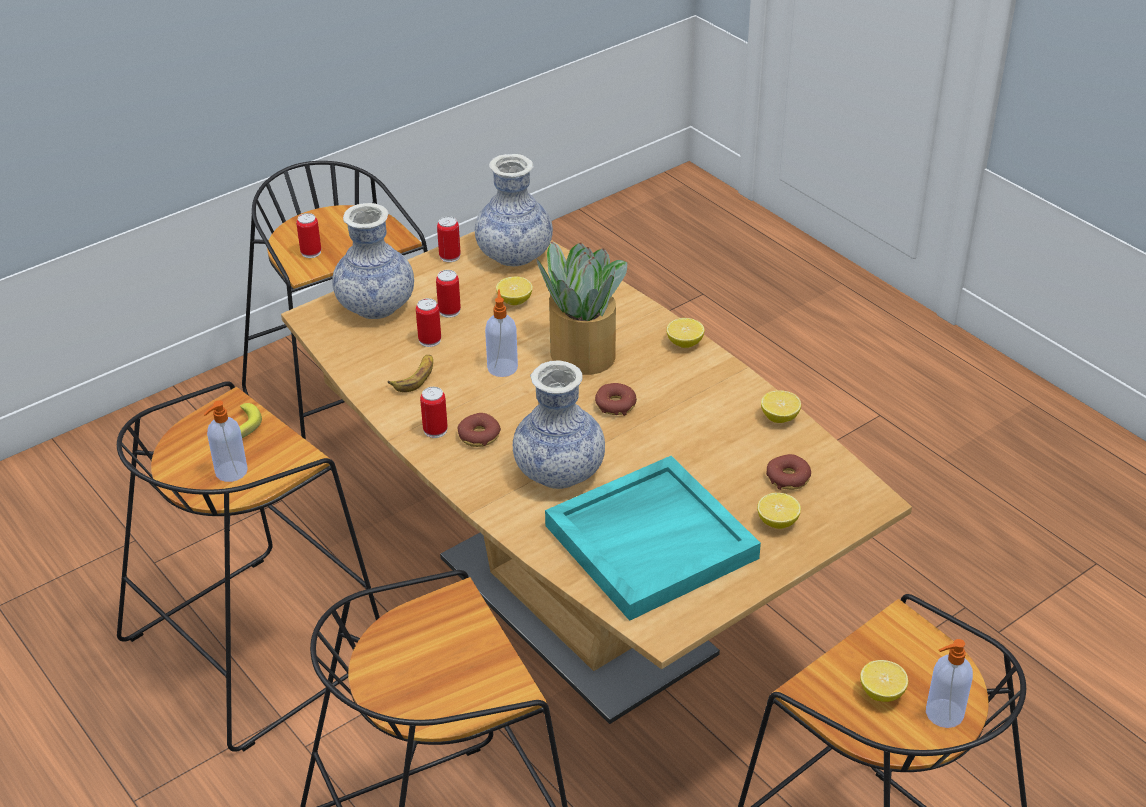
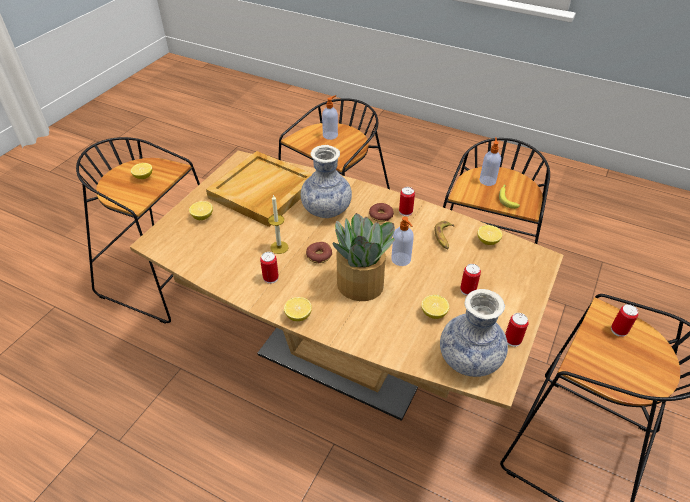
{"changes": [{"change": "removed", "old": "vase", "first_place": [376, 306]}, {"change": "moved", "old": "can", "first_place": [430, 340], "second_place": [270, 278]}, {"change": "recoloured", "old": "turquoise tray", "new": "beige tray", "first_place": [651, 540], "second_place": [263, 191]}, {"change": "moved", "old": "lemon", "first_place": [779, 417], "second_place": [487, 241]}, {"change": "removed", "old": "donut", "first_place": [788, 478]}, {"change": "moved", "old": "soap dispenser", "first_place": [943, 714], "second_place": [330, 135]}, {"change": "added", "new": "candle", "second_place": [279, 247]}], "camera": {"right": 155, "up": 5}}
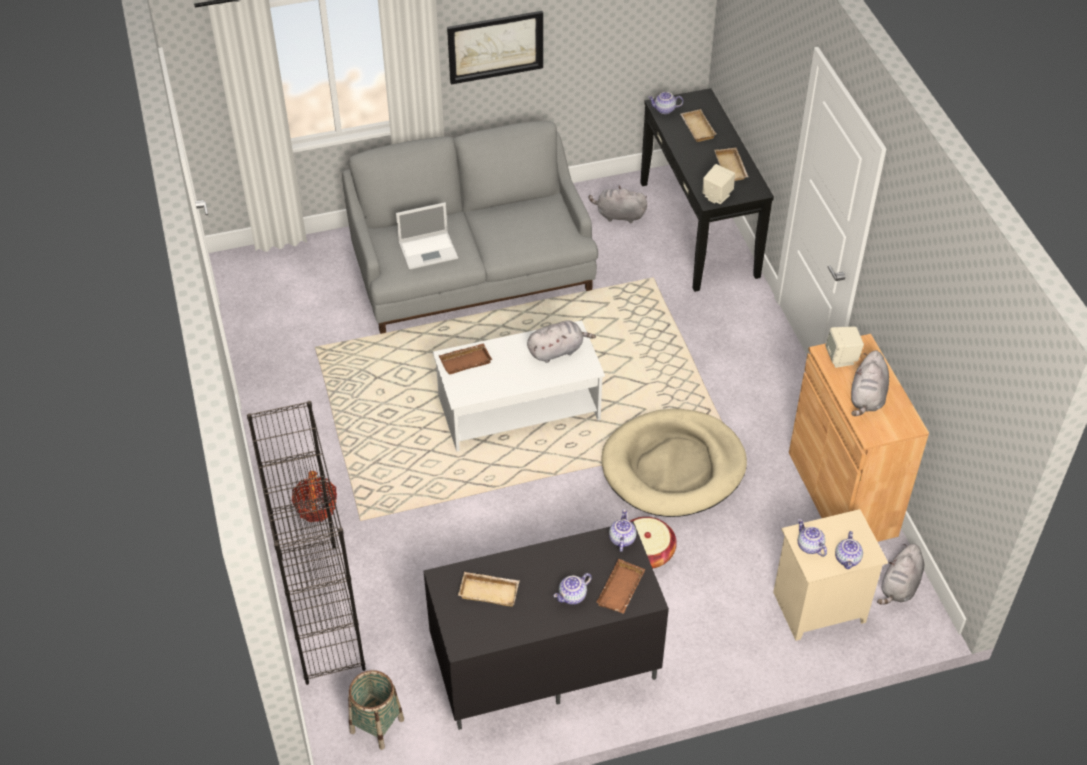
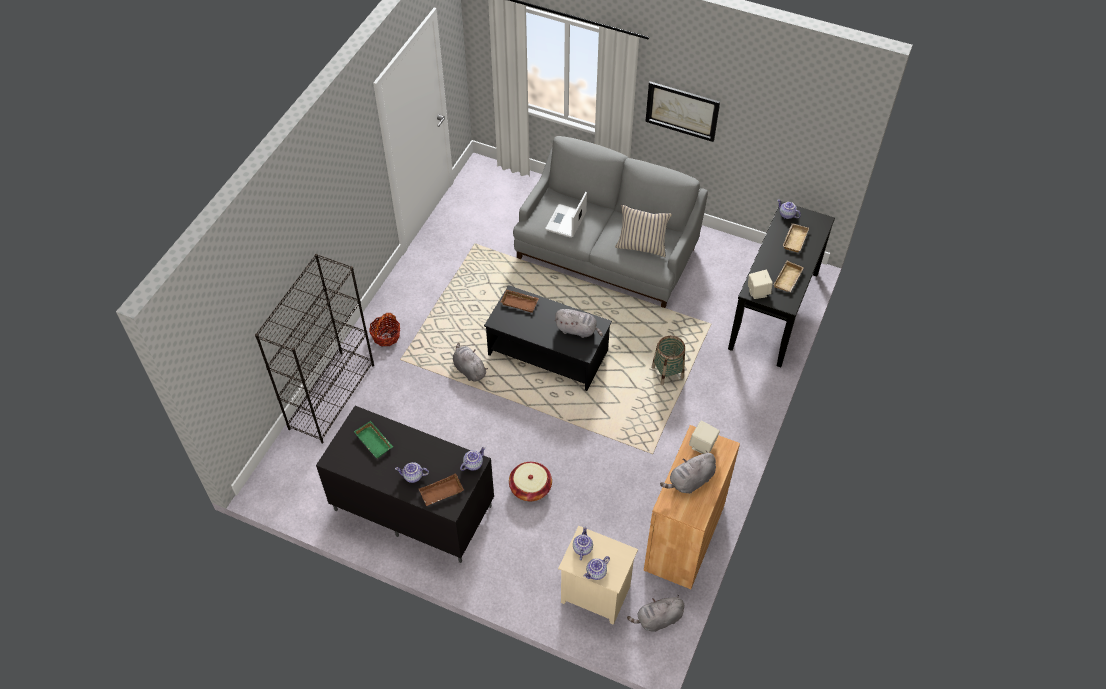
{"changes": [{"change": "moved", "old": "basket", "first_place": [377, 725], "second_place": [667, 372]}, {"change": "turned", "old": "laptop", "first_place": [429, 250], "second_place": [565, 222], "degrees": 90}, {"change": "recoloured", "old": "white coffee table", "new": "black coffee table", "first_place": [520, 408], "second_place": [548, 353]}, {"change": "recoloured", "old": "beige tray", "new": "green tray", "first_place": [490, 591], "second_place": [375, 441]}, {"change": "moved", "old": "grey plush toy", "first_place": [618, 215], "second_place": [469, 369]}, {"change": "removed", "old": "beige dog bed", "first_place": [673, 467]}, {"change": "added", "new": "beige pillow", "second_place": [641, 246]}], "camera": {"right": 40, "up": 5}}
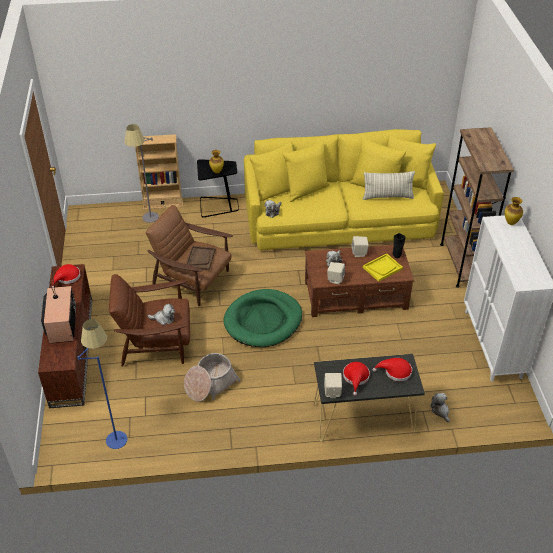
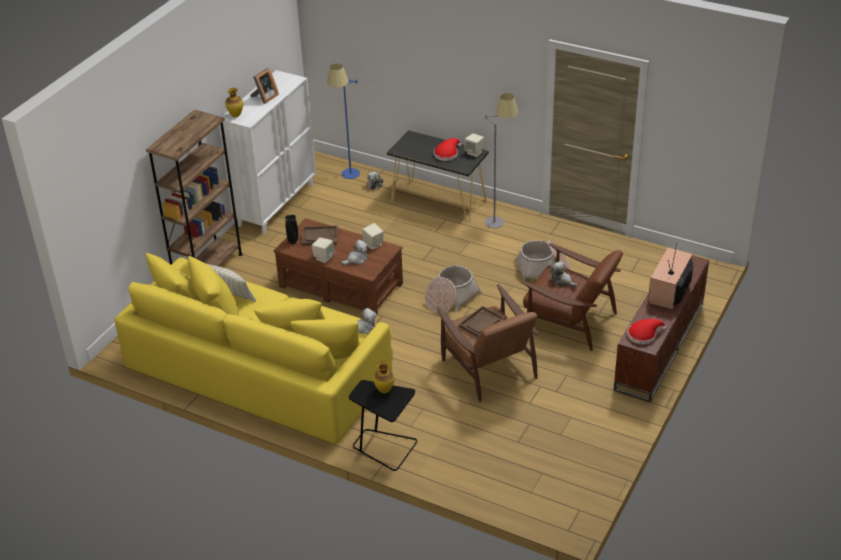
{"changes": [{"change": "moved", "old": "blue floor lamp", "first_place": [114, 432], "second_place": [348, 178]}, {"change": "moved", "old": "grey floor lamp", "first_place": [149, 222], "second_place": [499, 218]}, {"change": "removed", "old": "beige bookcase", "first_place": [163, 204]}, {"change": "replaced", "old": "green dog bed", "new": "basket", "first_place": [263, 321], "second_place": [451, 298]}, {"change": "recoloured", "old": "yellow tray", "new": "brown tray", "first_place": [382, 268], "second_place": [319, 237]}, {"change": "removed", "old": "red hat", "first_place": [395, 372]}, {"change": "added", "new": "picture frame", "second_place": [265, 97]}], "camera": {"right": -145, "up": -5}}
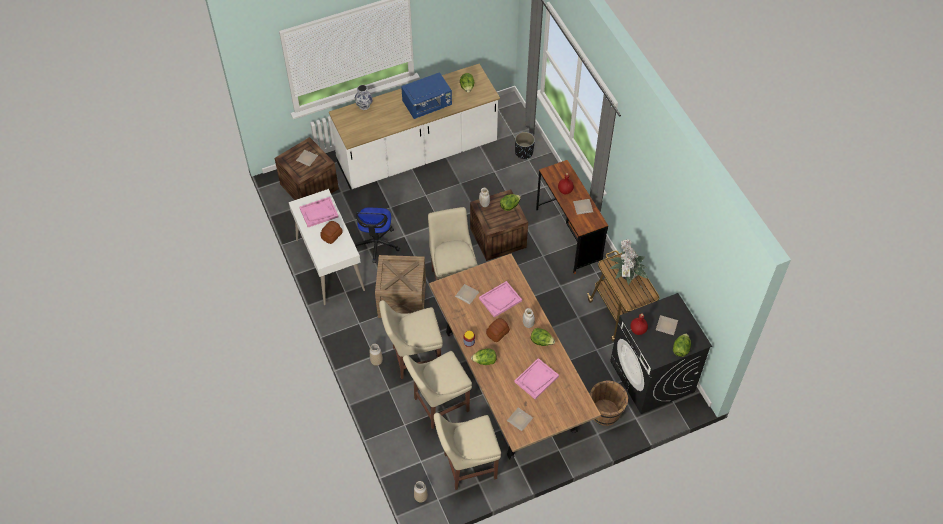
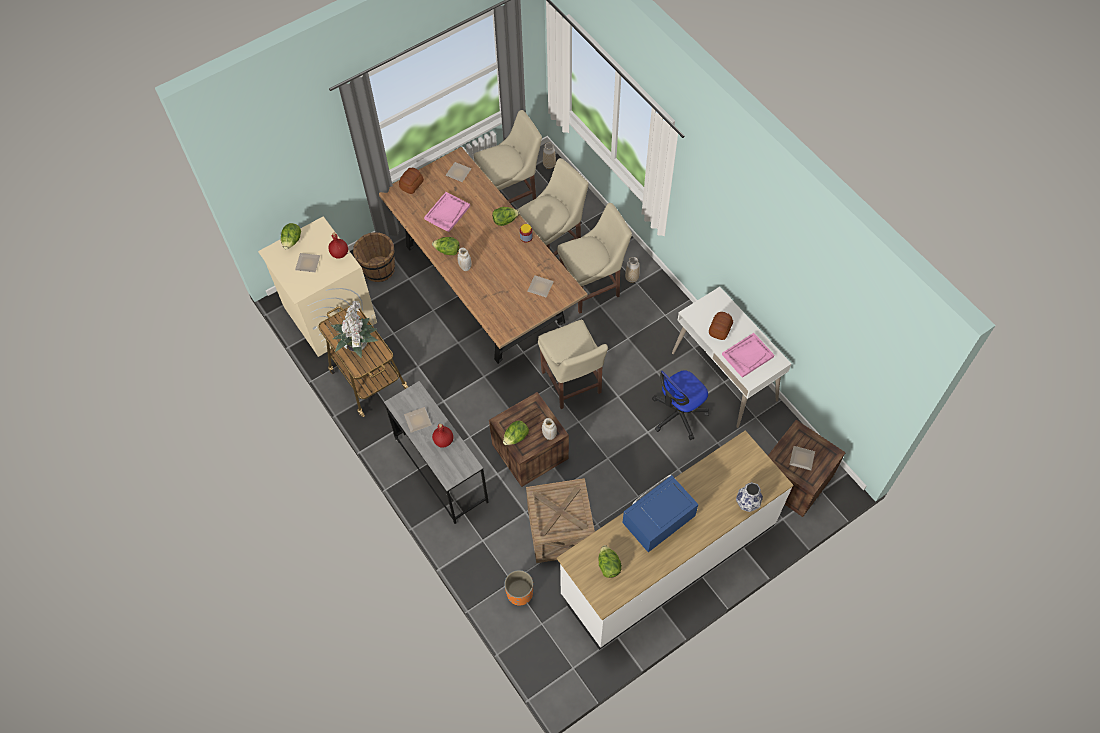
{"changes": [{"change": "turned", "old": "office chair", "first_place": [376, 244], "second_place": [678, 414], "degrees": -120}, {"change": "moved", "old": "crate", "first_place": [402, 299], "second_place": [560, 531]}, {"change": "removed", "old": "pink tray", "first_place": [500, 299]}, {"change": "moved", "old": "bread", "first_place": [497, 333], "second_place": [412, 185]}, {"change": "recoloured", "old": "black planter", "new": "orange planter", "first_place": [524, 152], "second_place": [519, 593]}, {"change": "recoloured", "old": "brown desk", "new": "grey desk", "first_place": [568, 236], "second_place": [441, 470]}, {"change": "recoloured", "old": "black washing machine", "new": "beige washing machine", "first_place": [652, 377], "second_place": [329, 314]}], "camera": {"right": 170, "up": 5}}
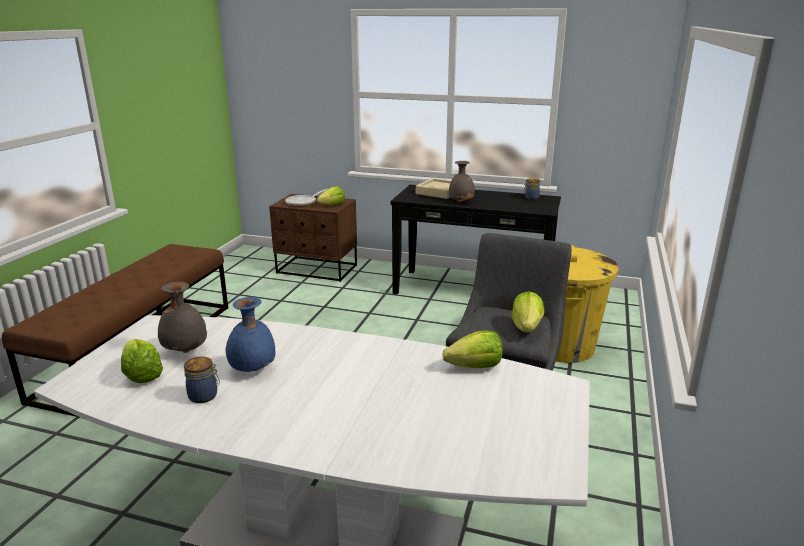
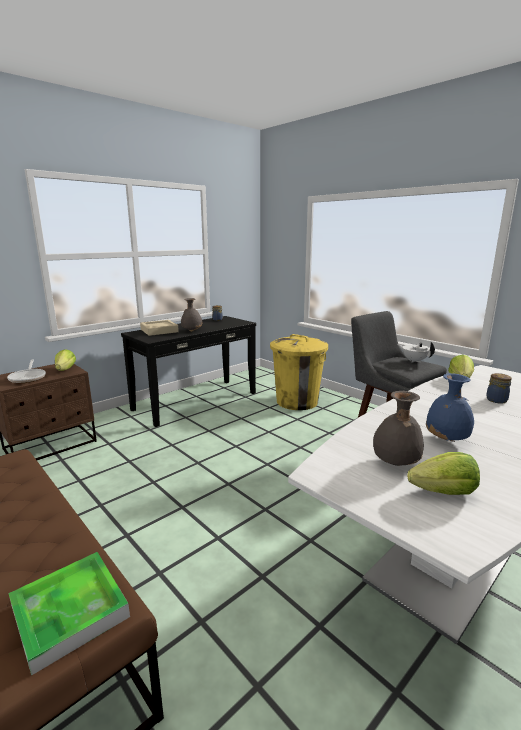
{"changes": [{"change": "moved", "old": "jar", "first_place": [204, 396], "second_place": [496, 400]}, {"change": "replaced", "old": "lettuce", "new": "white teapot", "first_place": [526, 328], "second_place": [414, 361]}, {"change": "added", "new": "tray", "second_place": [70, 611]}], "camera": {"right": -60, "up": -5}}
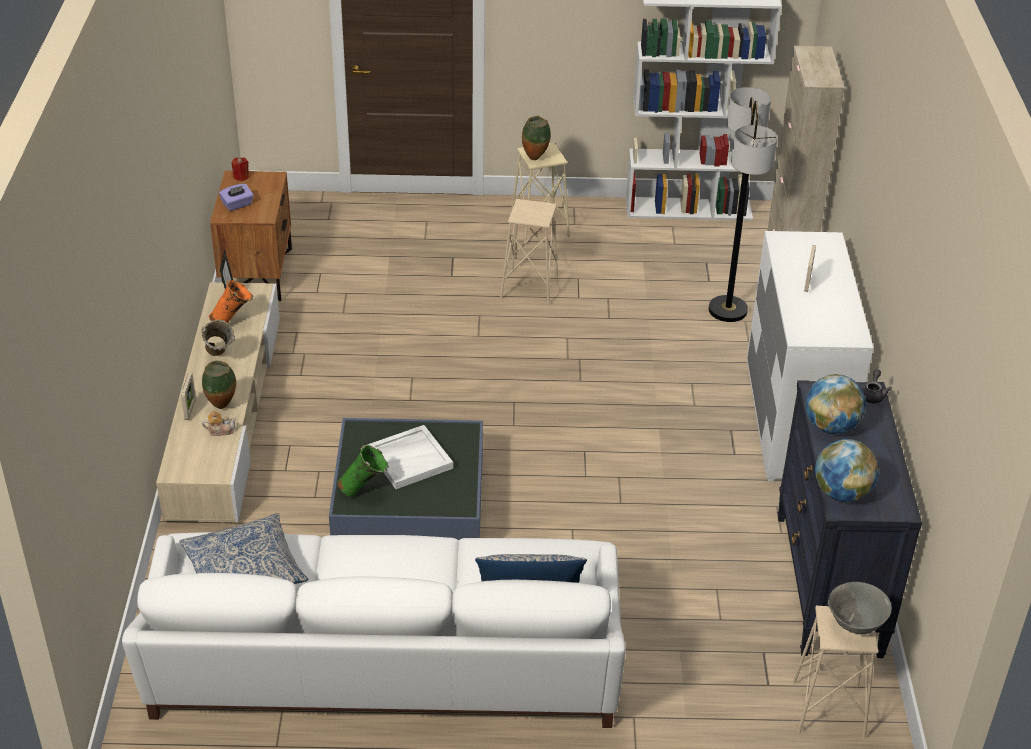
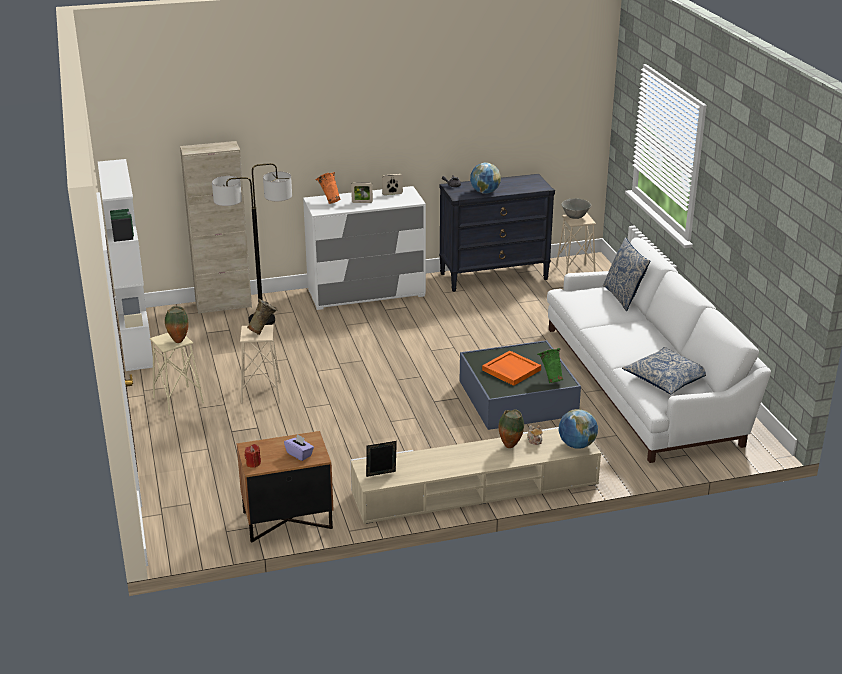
{"changes": [{"change": "moved", "old": "picture frame", "first_place": [190, 409], "second_place": [392, 194]}, {"change": "moved", "old": "beige vase", "first_place": [220, 360], "second_place": [263, 331]}, {"change": "moved", "old": "orange vase", "first_place": [233, 323], "second_place": [329, 201]}, {"change": "recoloured", "old": "white tray", "new": "orange tray", "first_place": [410, 459], "second_place": [511, 370]}, {"change": "moved", "old": "globe", "first_place": [841, 493], "second_place": [576, 445]}], "camera": {"right": -105, "up": -10}}
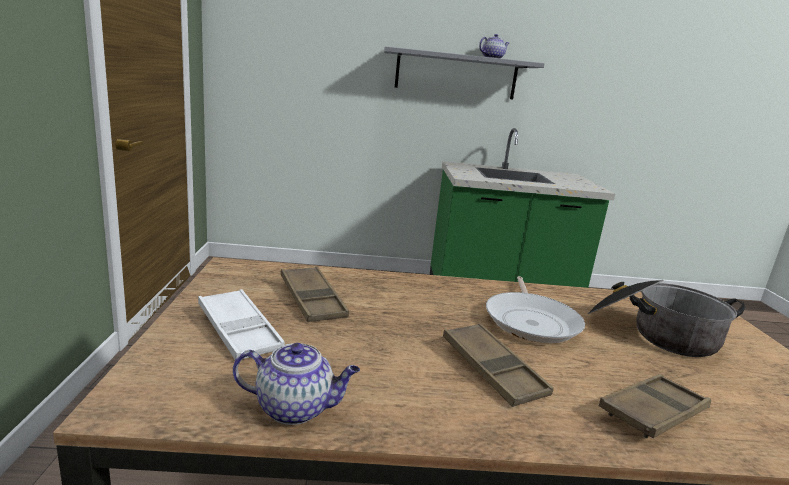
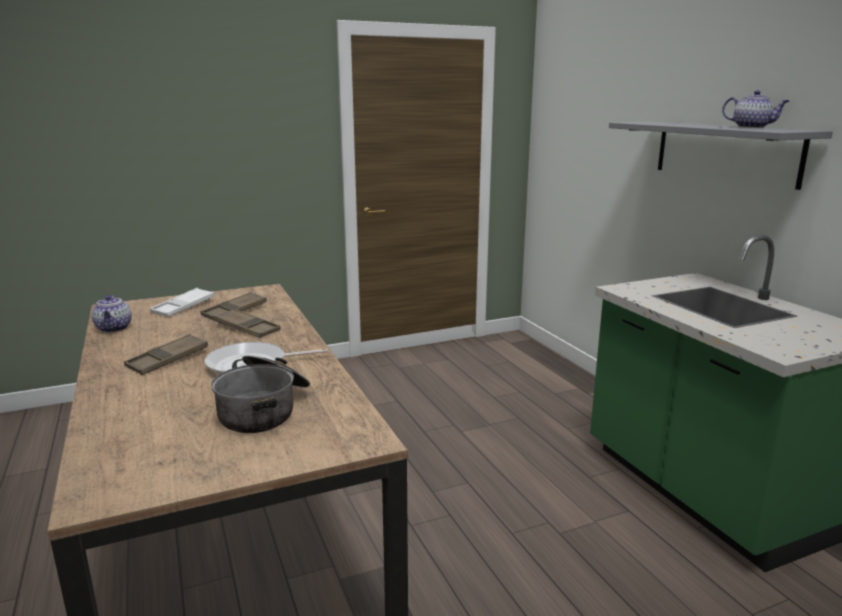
{"changes": [{"change": "moved", "old": "brown tray", "first_place": [653, 412], "second_place": [247, 328]}], "camera": {"right": 70, "up": 0}}
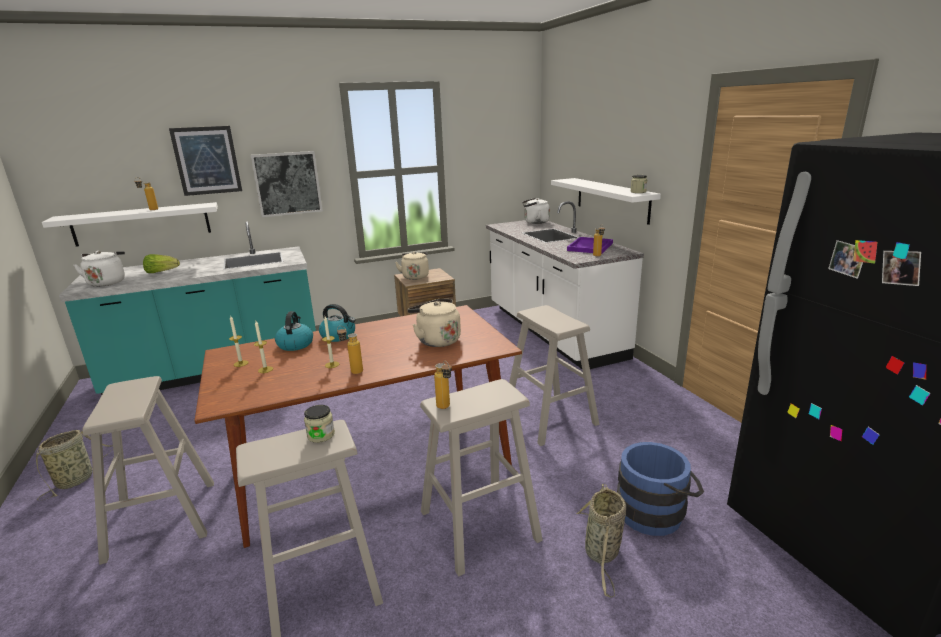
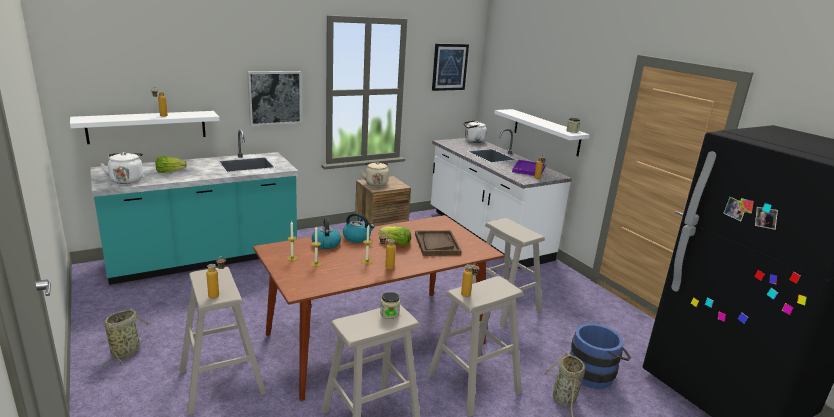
{"changes": [{"change": "moved", "old": "picture", "first_place": [207, 160], "second_place": [449, 67]}, {"change": "replaced", "old": "beige kettle", "new": "brown tray", "first_place": [436, 340], "second_place": [437, 244]}, {"change": "added", "new": "bottle", "second_place": [218, 295]}, {"change": "added", "new": "lettuce", "second_place": [396, 243]}], "camera": {"right": -10, "up": 0}}
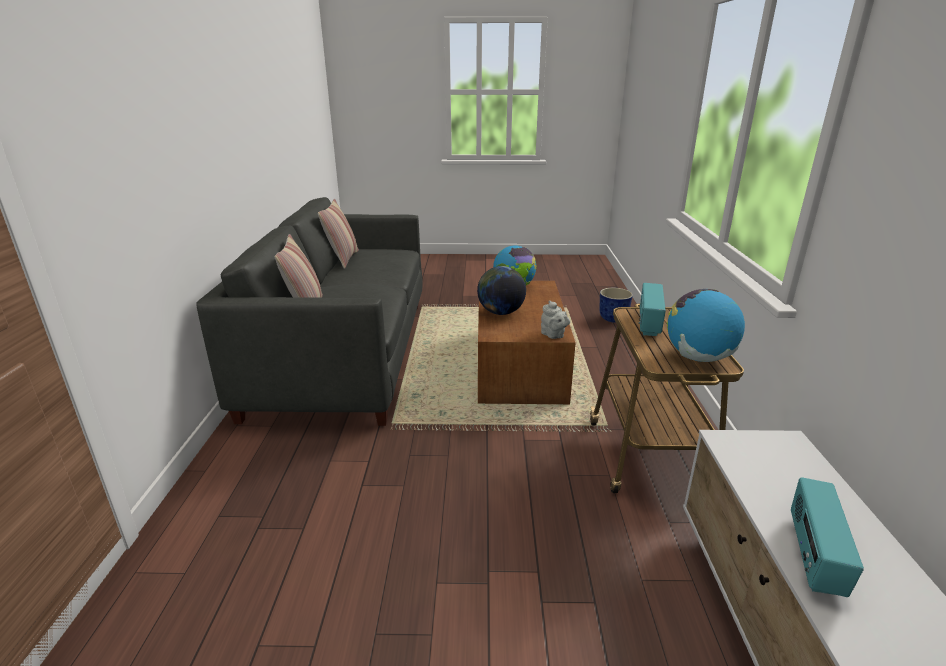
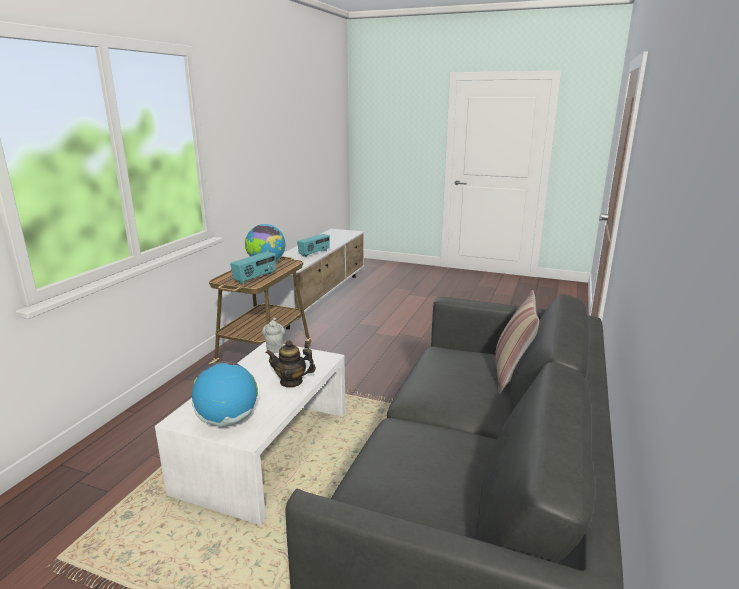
{"changes": [{"change": "removed", "old": "pillow", "first_place": [342, 259]}, {"change": "replaced", "old": "globe", "new": "teapot", "first_place": [500, 312], "second_place": [291, 381]}, {"change": "recoloured", "old": "brown coffee table", "new": "white coffee table", "first_place": [518, 364], "second_place": [267, 450]}, {"change": "removed", "old": "planter", "first_place": [612, 319]}], "camera": {"right": -160, "up": -5}}
